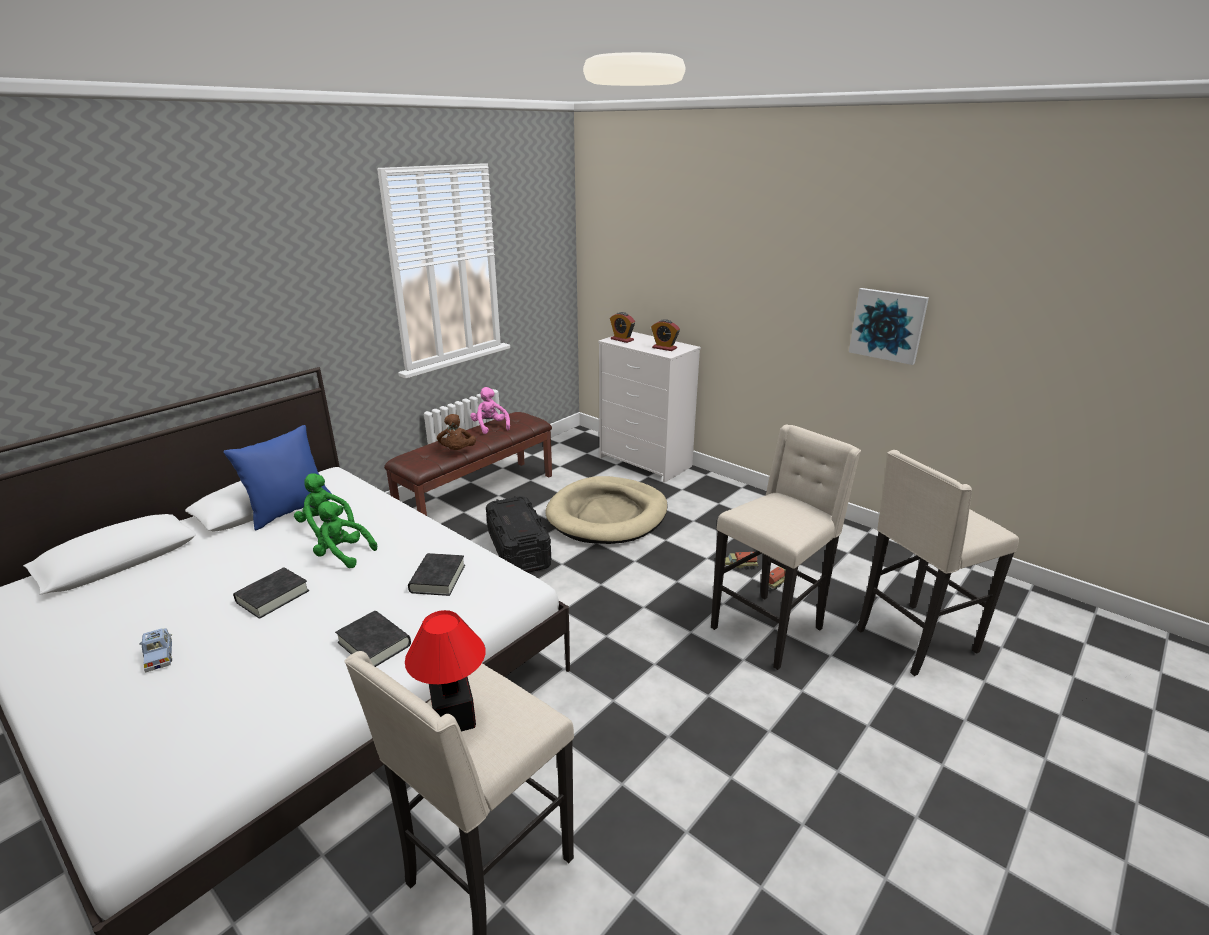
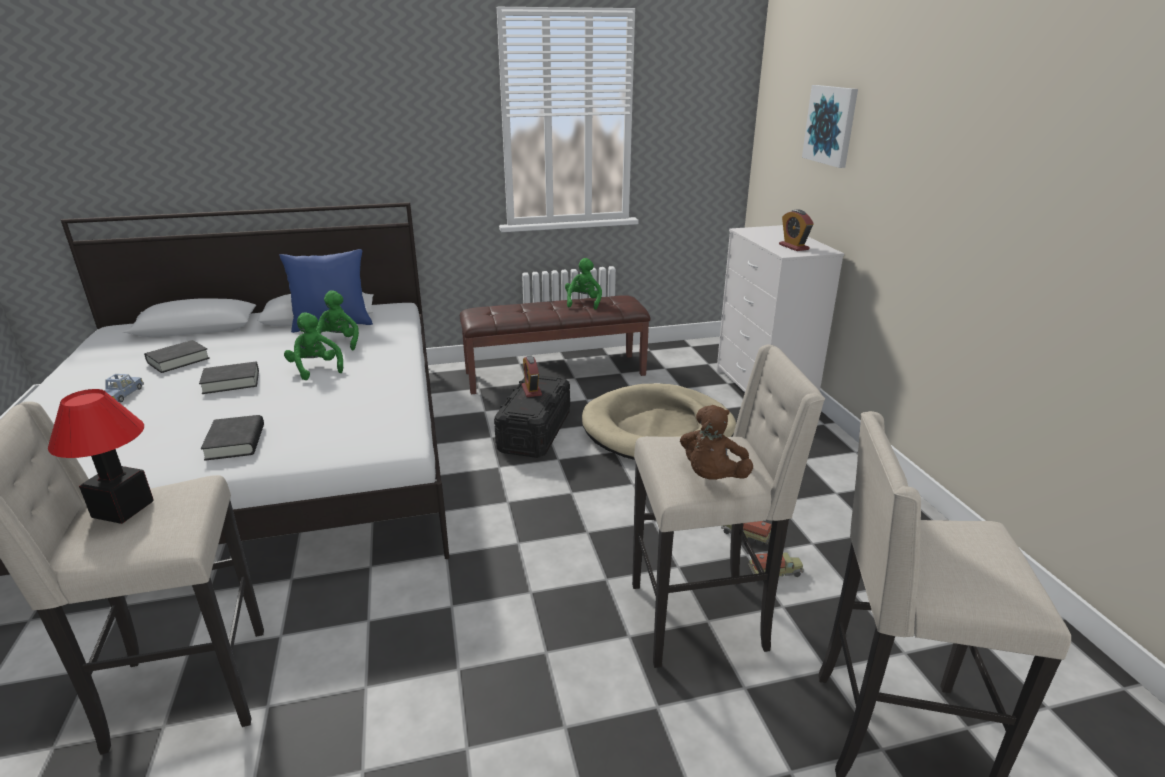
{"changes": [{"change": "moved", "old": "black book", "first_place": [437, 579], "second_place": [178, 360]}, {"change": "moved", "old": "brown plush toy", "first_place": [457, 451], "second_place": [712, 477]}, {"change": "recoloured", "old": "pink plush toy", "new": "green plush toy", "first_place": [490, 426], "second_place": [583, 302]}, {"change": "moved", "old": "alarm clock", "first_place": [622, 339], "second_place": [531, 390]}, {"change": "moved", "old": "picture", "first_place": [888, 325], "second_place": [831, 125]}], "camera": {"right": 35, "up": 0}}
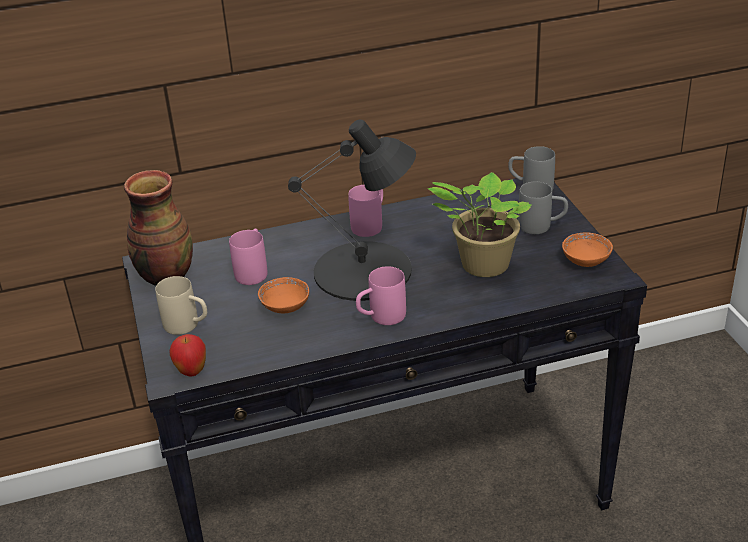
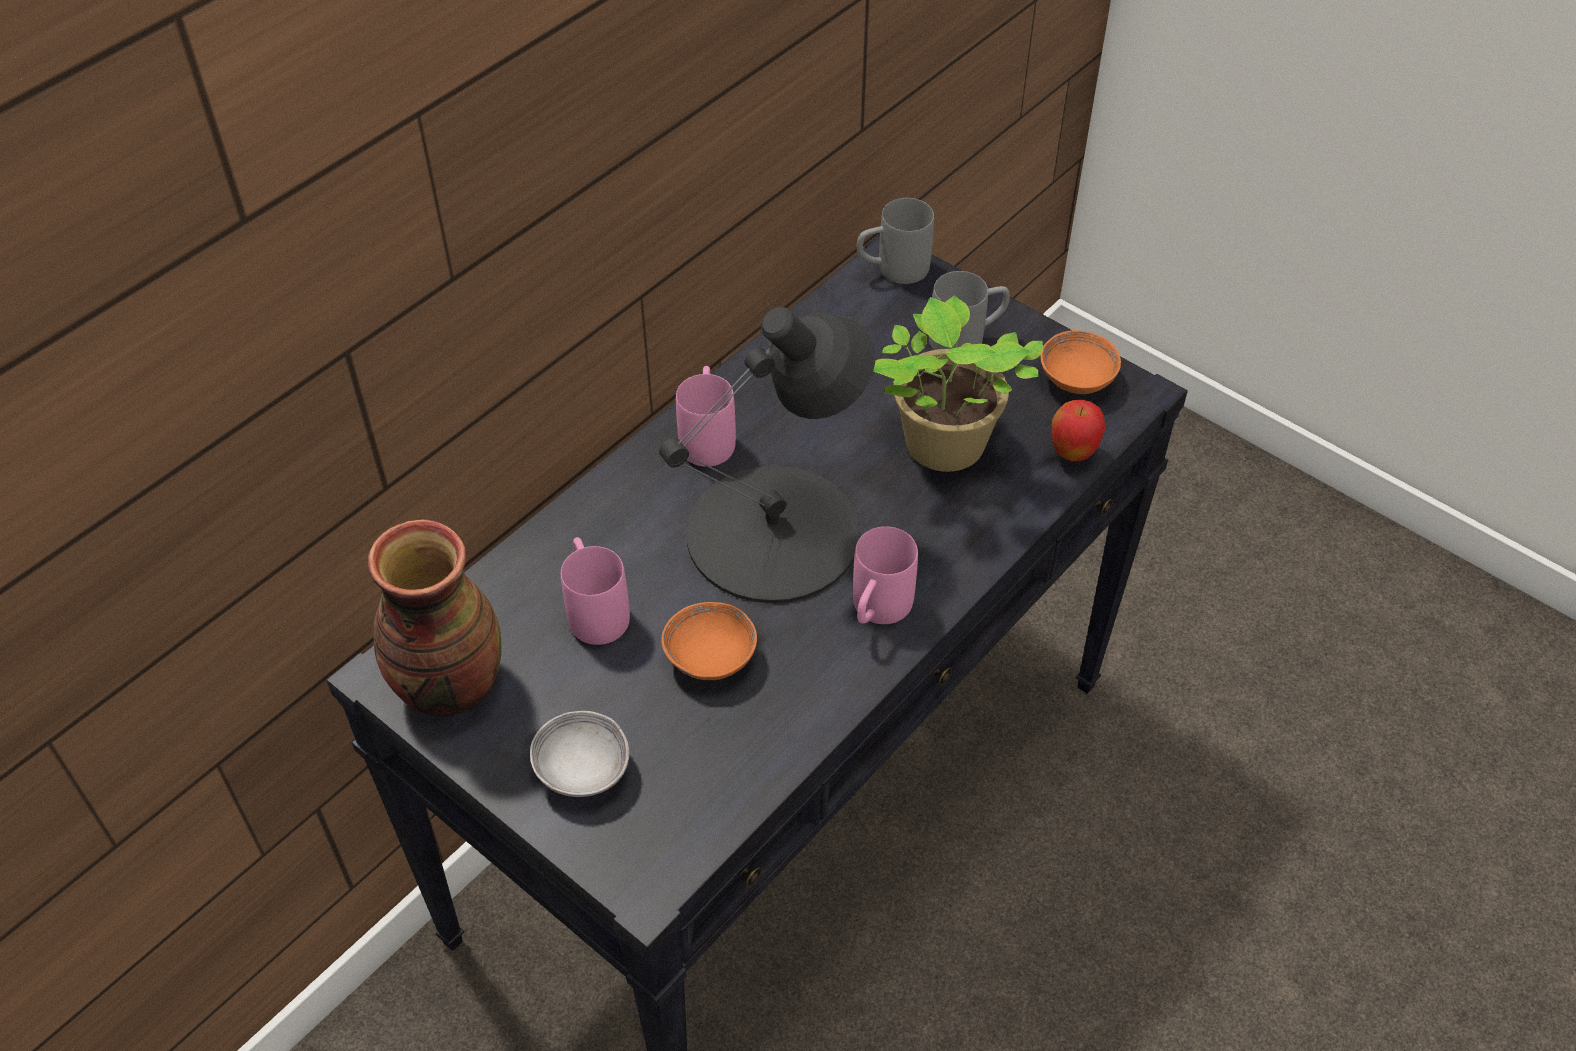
{"changes": [{"change": "replaced", "old": "beige mug", "new": "grey bowl", "first_place": [188, 326], "second_place": [583, 770]}, {"change": "moved", "old": "apple", "first_place": [192, 372], "second_place": [1073, 454]}], "camera": {"right": -35, "up": 15}}
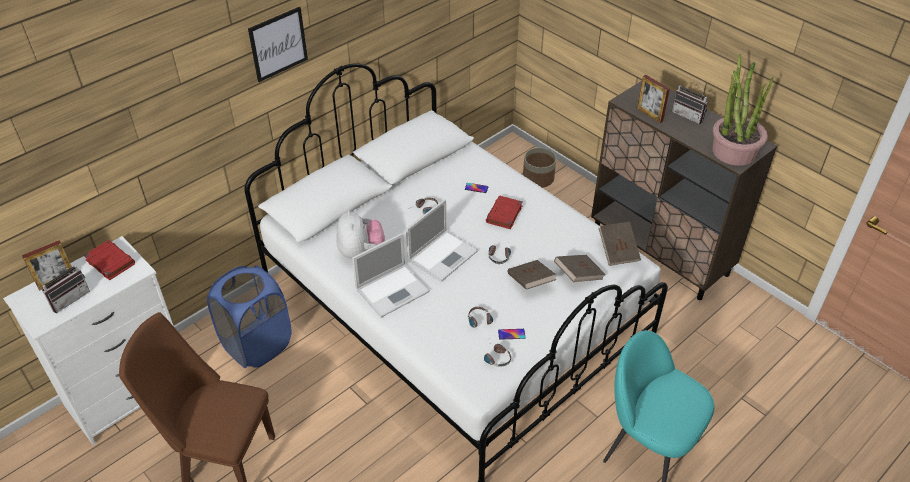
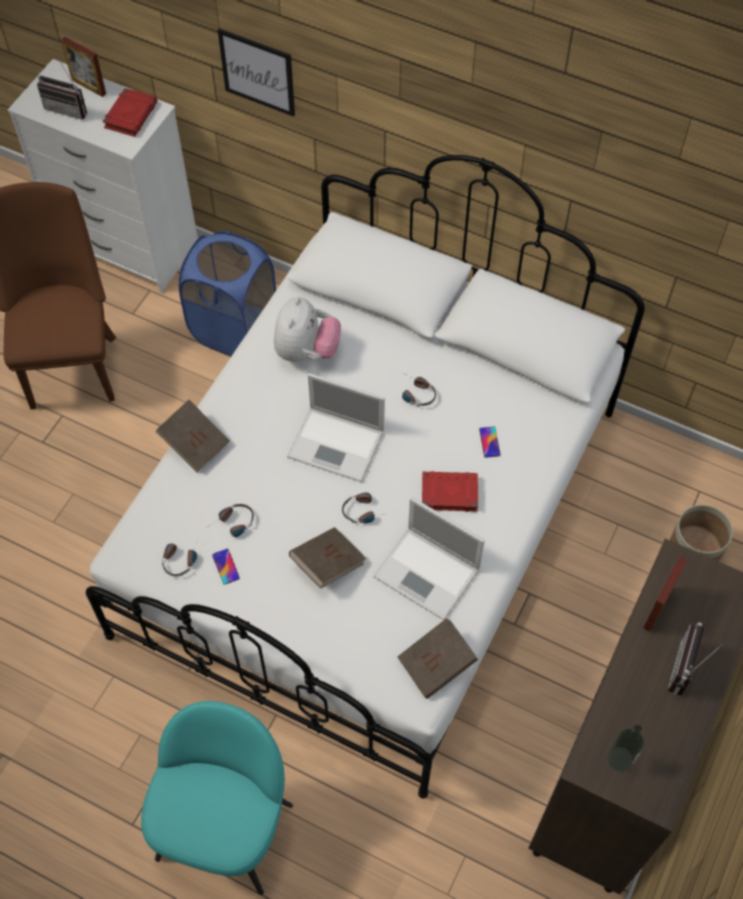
{"changes": [{"change": "moved", "old": "picture", "first_place": [278, 44], "second_place": [257, 72]}, {"change": "turned", "old": "plush toy", "first_place": [360, 251], "second_place": [306, 351], "degrees": -45}, {"change": "moved", "old": "laptop", "first_place": [393, 290], "second_place": [428, 573]}, {"change": "moved", "old": "brown book", "first_place": [578, 275], "second_place": [195, 443]}, {"change": "replaced", "old": "potted plant", "new": "bottle", "first_place": [734, 151], "second_place": [620, 759]}], "camera": {"right": 70, "up": 15}}
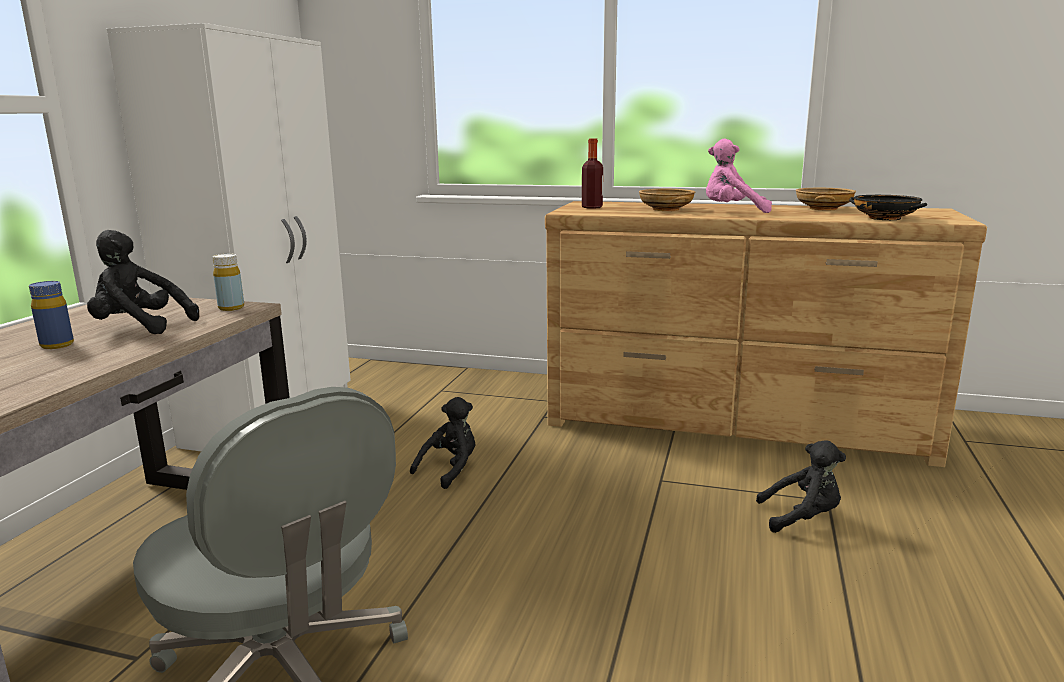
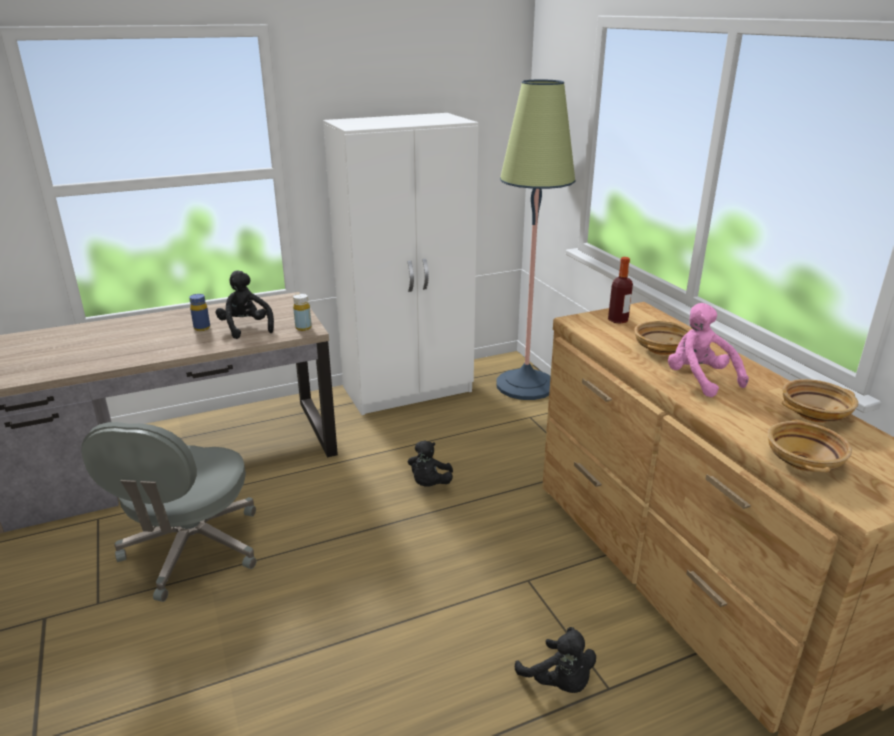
{"changes": [{"change": "turned", "old": "black plush toy", "first_place": [450, 469], "second_place": [429, 484], "degrees": 105}, {"change": "recoloured", "old": "black bowl", "new": "beige bowl", "first_place": [885, 218], "second_place": [804, 462]}, {"change": "added", "new": "floor lamp", "second_place": [525, 385]}], "camera": {"right": 50, "up": 10}}
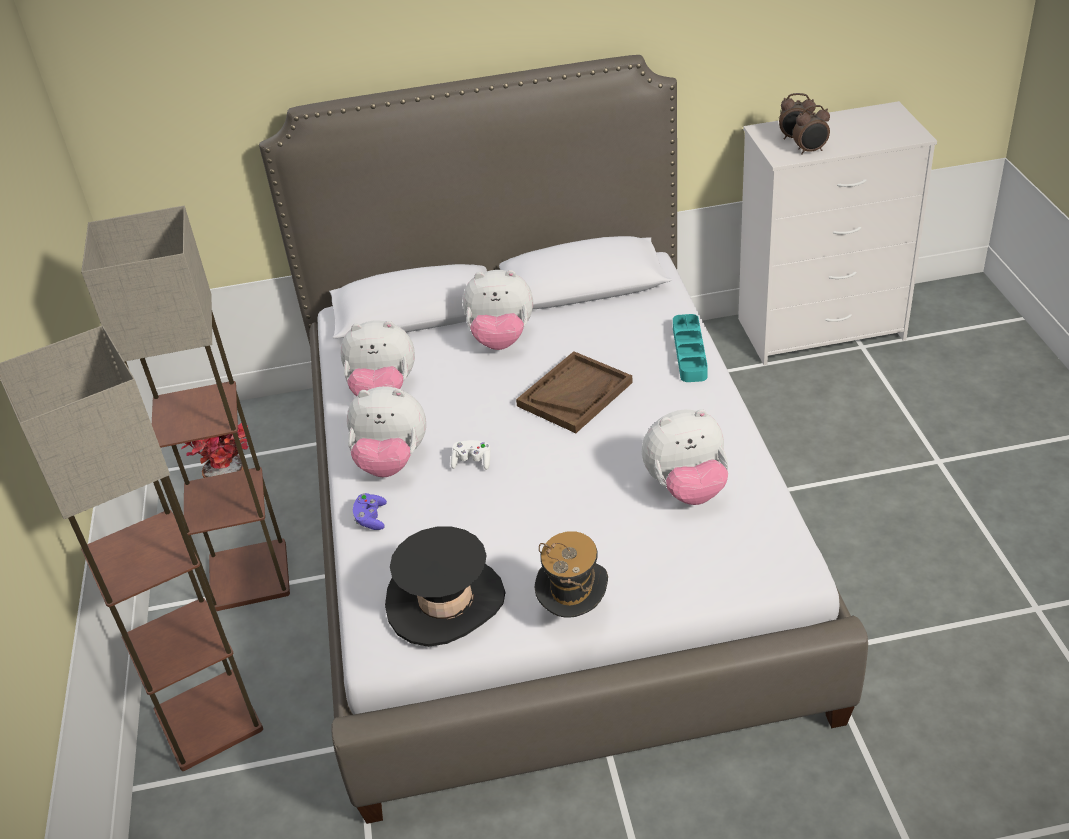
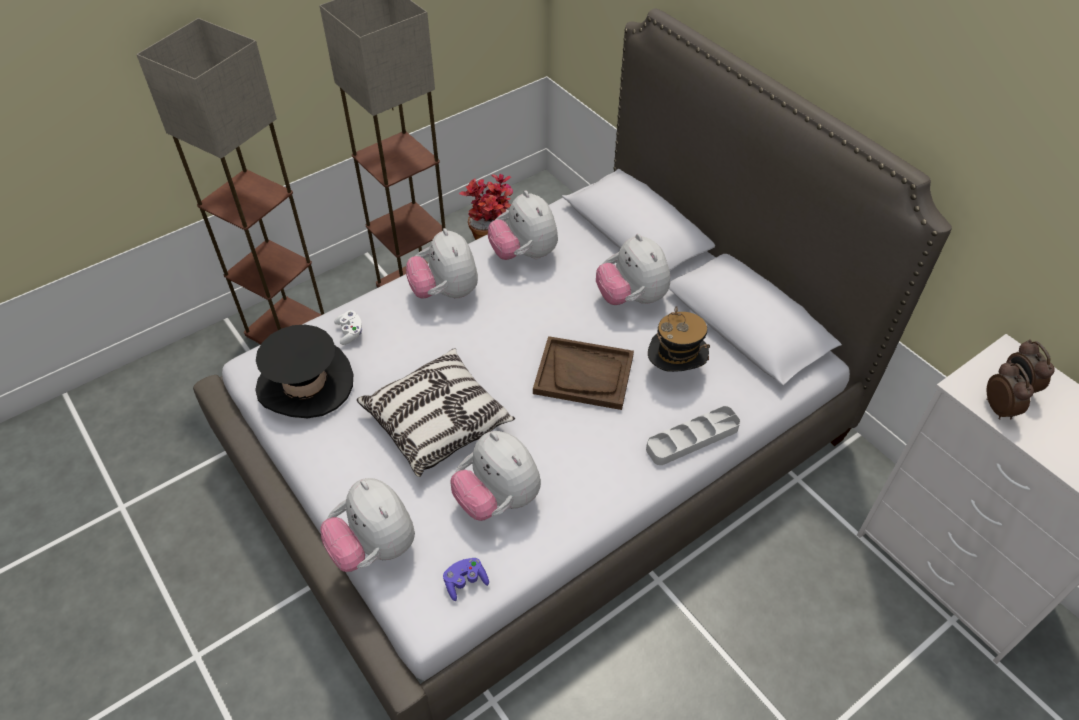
{"changes": [{"change": "moved", "old": "purple game controller", "first_place": [371, 518], "second_place": [465, 582]}, {"change": "moved", "old": "white game controller", "first_place": [472, 462], "second_place": [350, 332]}, {"change": "moved", "old": "hat", "first_place": [574, 612], "second_place": [674, 371]}, {"change": "recoloured", "old": "turquoise tray", "new": "grey tray", "first_place": [689, 352], "second_place": [692, 438]}, {"change": "turned", "old": "alarm clock", "first_place": [810, 151], "second_place": [998, 409], "degrees": -150}, {"change": "added", "new": "plush toy", "second_place": [374, 547]}, {"change": "added", "new": "pillow", "second_place": [437, 422]}], "camera": {"right": 60, "up": 10}}
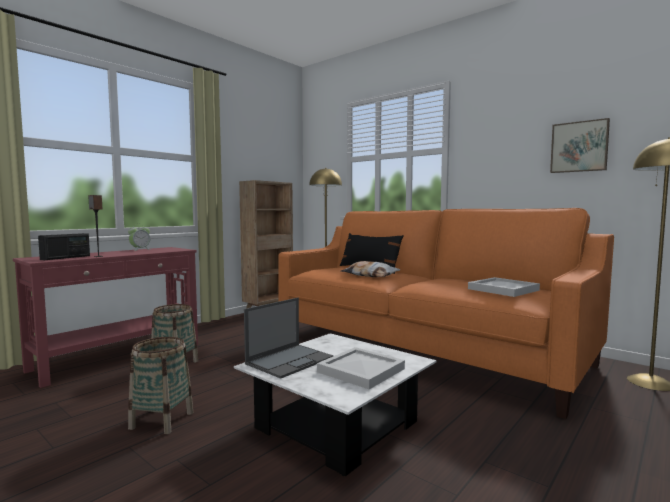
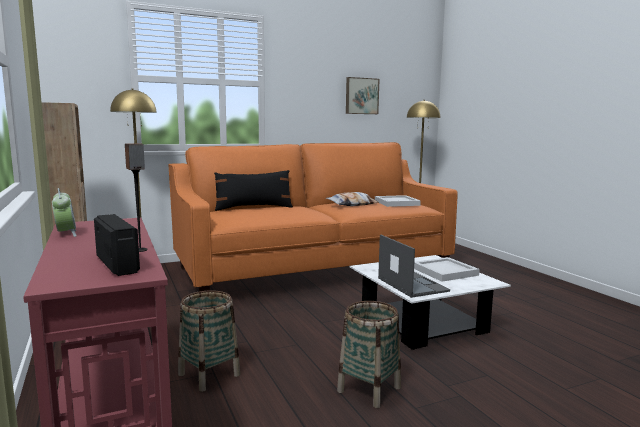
{"changes": [{"change": "moved", "old": "pillow", "first_place": [370, 275], "second_place": [352, 204]}], "camera": {"right": -65, "up": 5}}
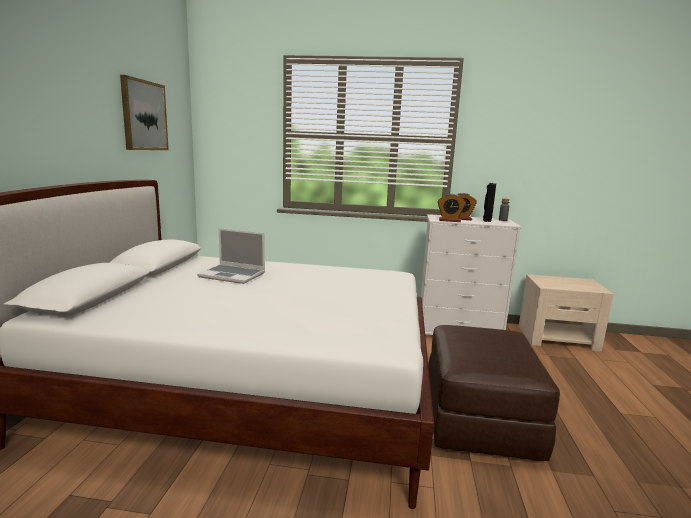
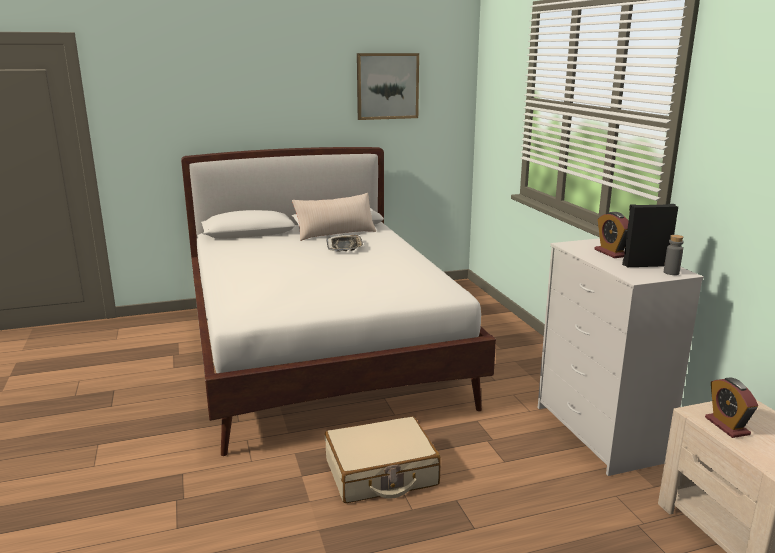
{"changes": [{"change": "replaced", "old": "laptop", "new": "tray", "first_place": [233, 275], "second_place": [345, 246]}, {"change": "replaced", "old": "brown ottoman", "new": "beige suitcase", "first_place": [478, 418], "second_place": [381, 473]}, {"change": "moved", "old": "alarm clock", "first_place": [449, 220], "second_place": [727, 426]}, {"change": "added", "new": "beige pillow", "second_place": [335, 233]}], "camera": {"right": 65, "up": 5}}
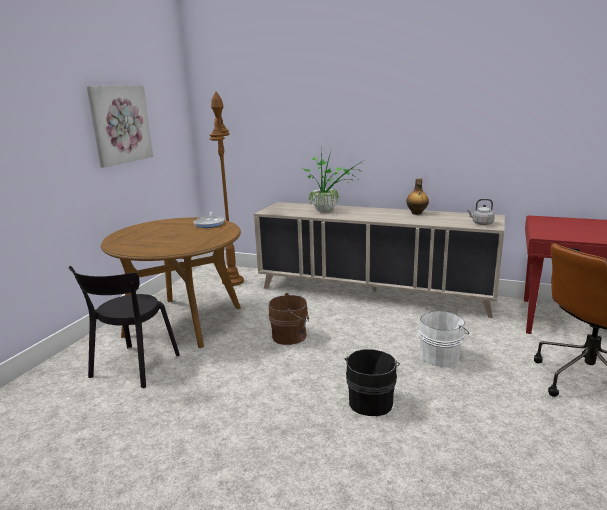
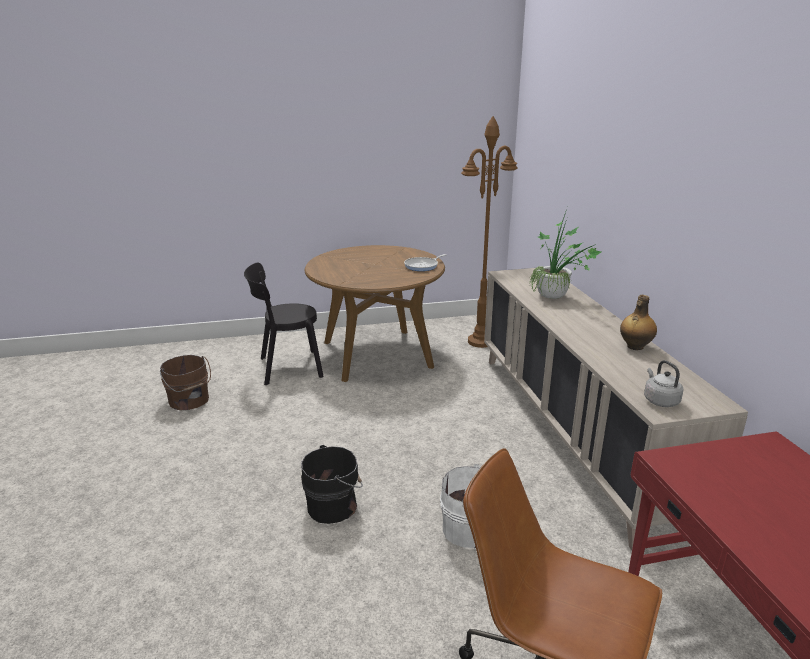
{"changes": [{"change": "removed", "old": "picture", "first_place": [120, 124]}, {"change": "moved", "old": "brown bucket", "first_place": [291, 336], "second_place": [189, 401]}], "camera": {"right": 55, "up": 5}}
